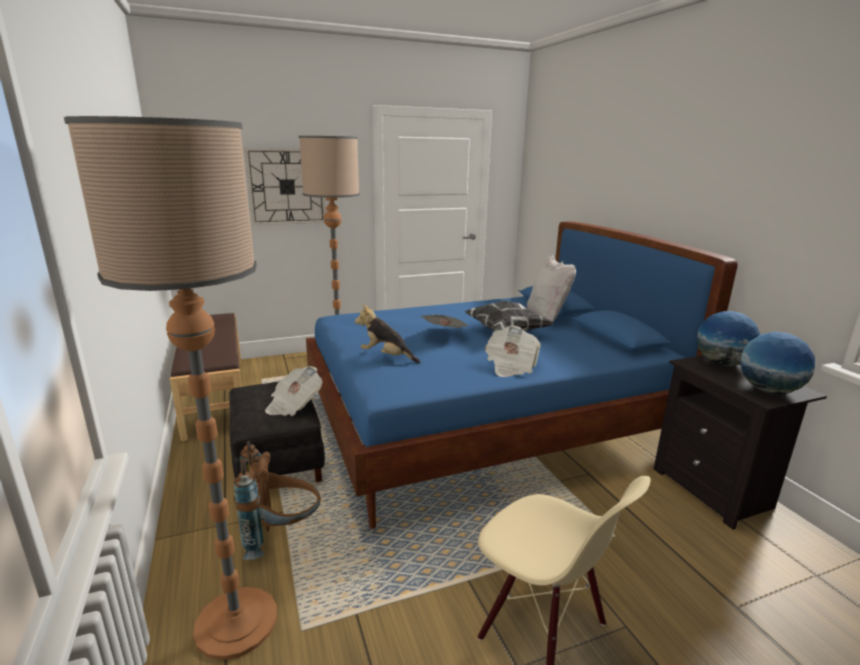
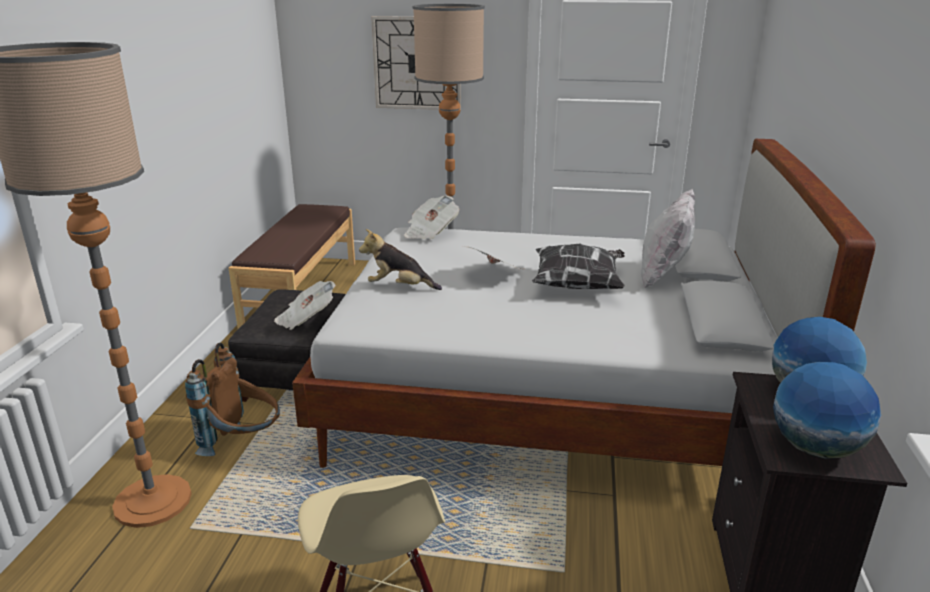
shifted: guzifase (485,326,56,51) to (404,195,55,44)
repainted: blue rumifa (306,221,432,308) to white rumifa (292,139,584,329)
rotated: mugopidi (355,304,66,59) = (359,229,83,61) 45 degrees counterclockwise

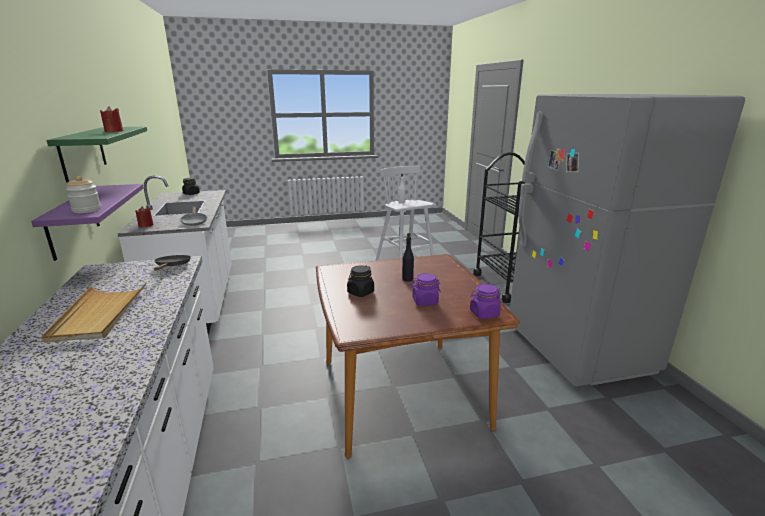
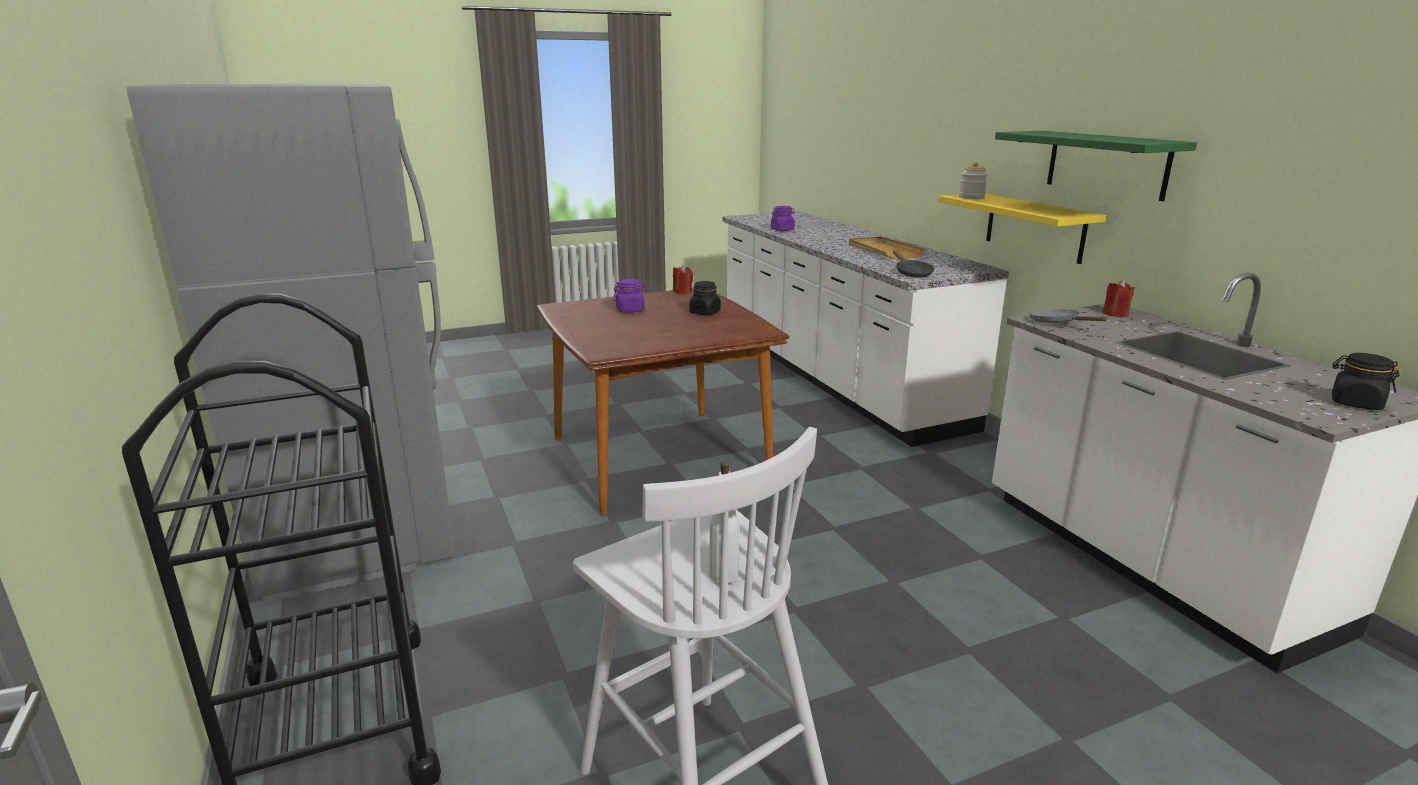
gone: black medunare (402,233,12,48)
shifted: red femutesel (100,106,23,26) to (673,265,20,29); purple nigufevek (470,284,31,35) to (771,206,24,25)
repainted: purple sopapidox (31,184,112,77) to yellow sopapidox (938,194,168,70)

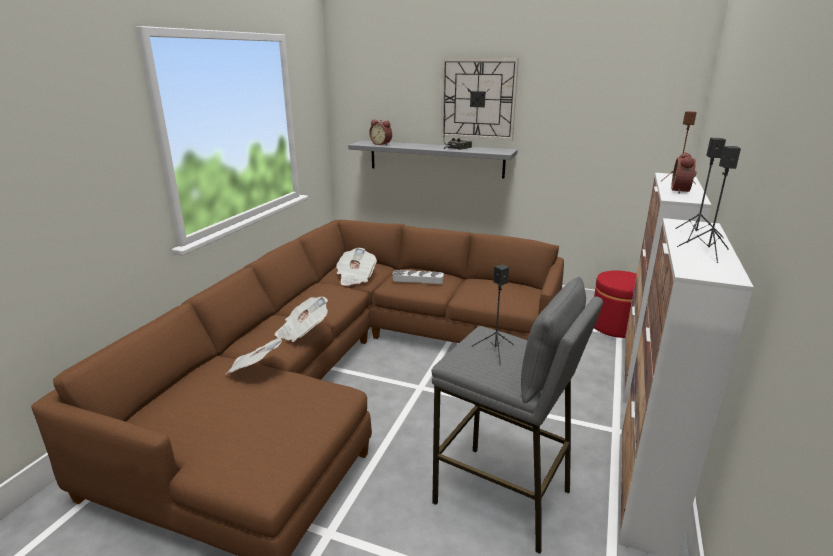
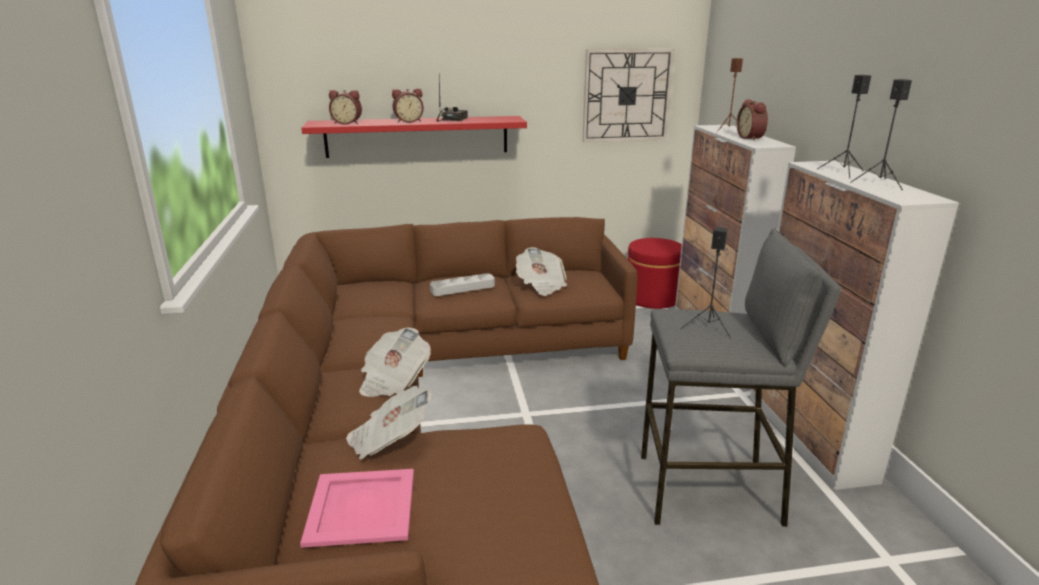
new: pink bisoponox (300,469,114,79); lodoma (392,89,32,34)
shifted: guzifase (336,248,41,38) to (516,247,51,49); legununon (441,58,78,82) to (583,49,91,93)
repainted: grey sopapidox (348,140,170,38) to red sopapidox (301,116,226,42)

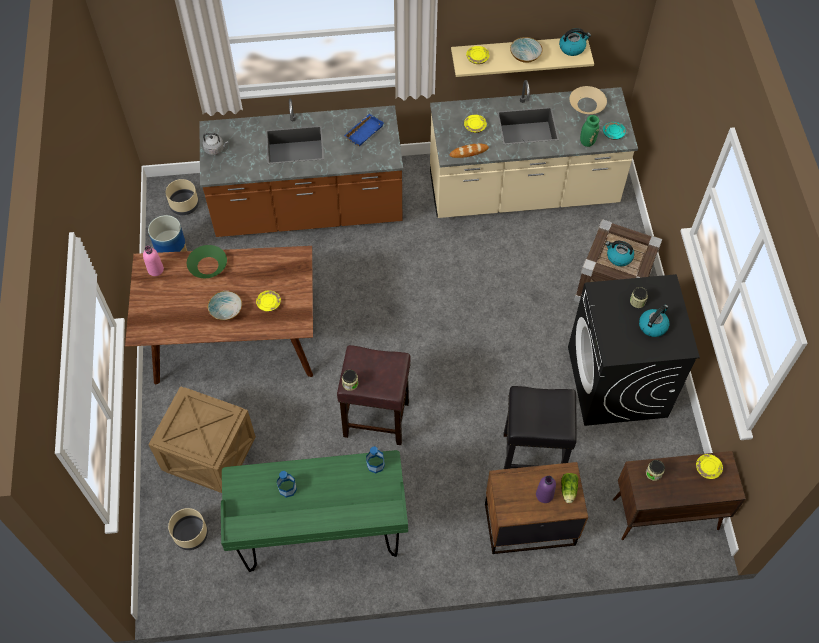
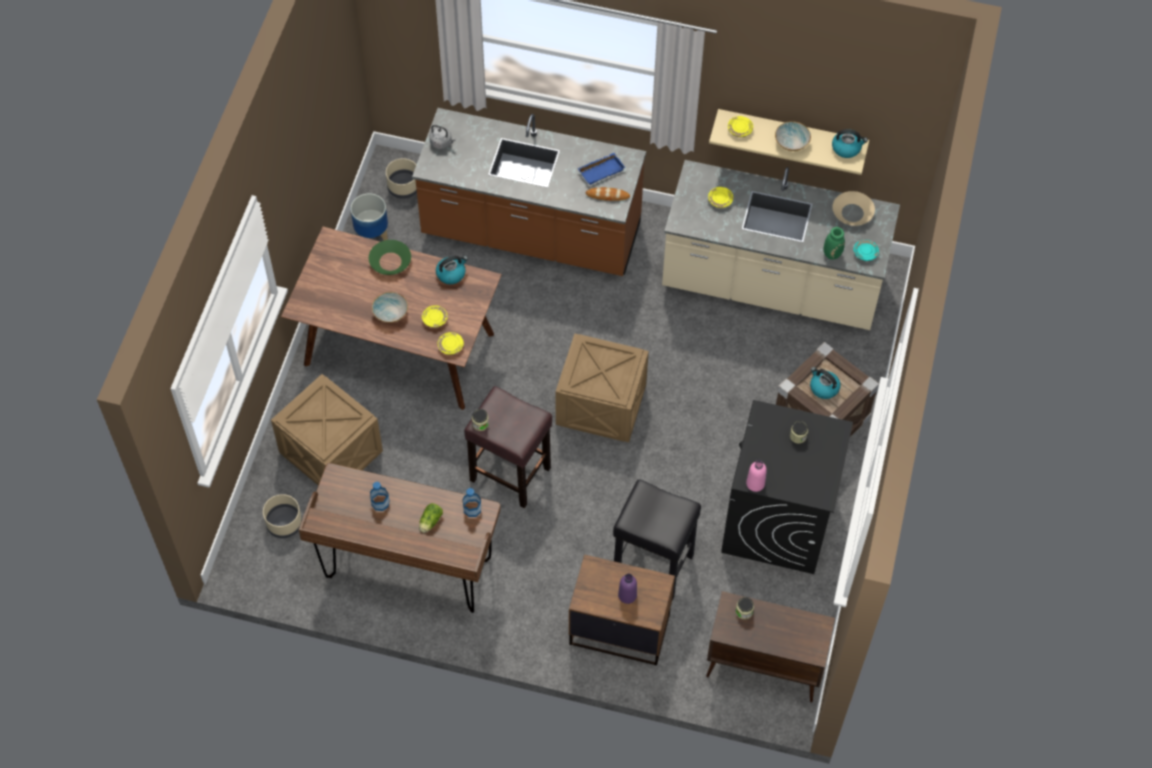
new: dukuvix (556,333,93,109)
shifted: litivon (561,473,18,30) to (419,503,24,30); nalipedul (639,304,30,33) to (436,256,32,28); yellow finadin (696,454,27,25) to (437,332,27,23); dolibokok (449,143,40,15) to (585,187,45,14); pink medunare (143,246,21,30) to (746,460,21,32)
repainted: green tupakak (221,450,187,122) to brown tupakak (299,463,202,150)

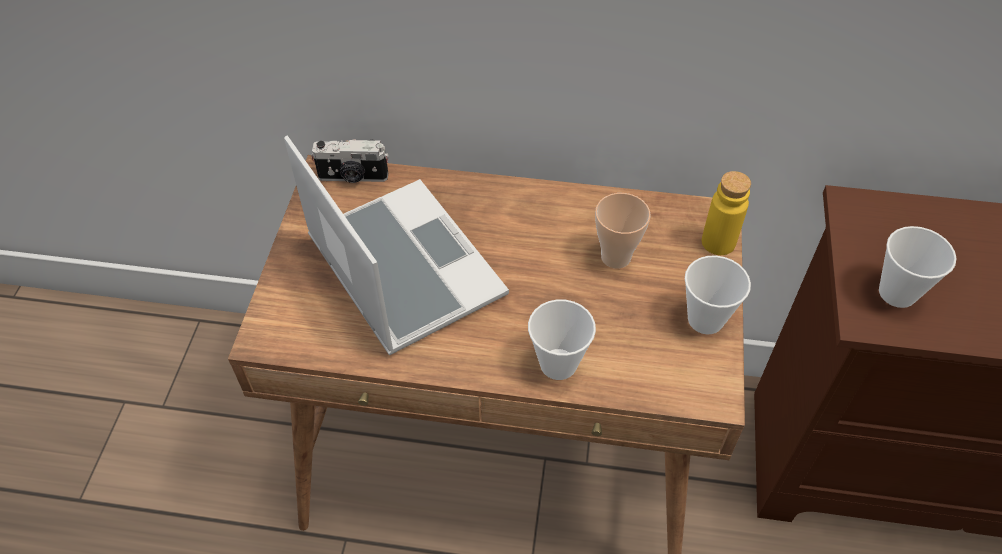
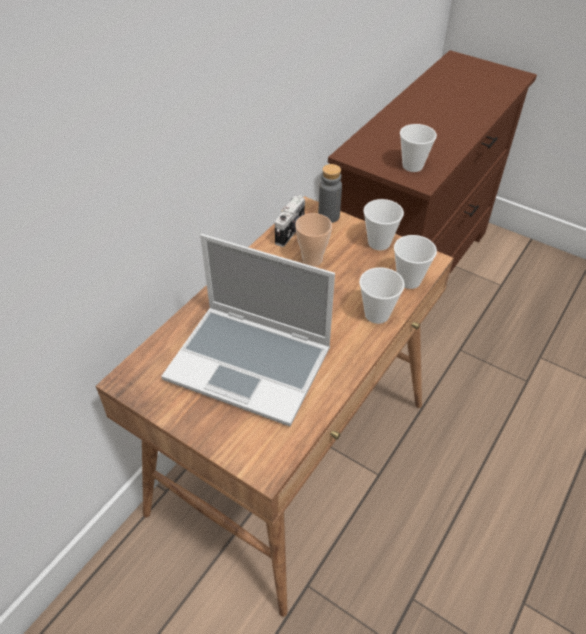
new: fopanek (394,235,43,54)
shifted: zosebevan (311,139,77,44) to (275,195,30,52)
repainted: yellow medunare (702,171,49,84) to grey medunare (318,164,24,59)
rotated: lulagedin (284,135,225,221) = (161,234,174,192) 150 degrees counterclockwise

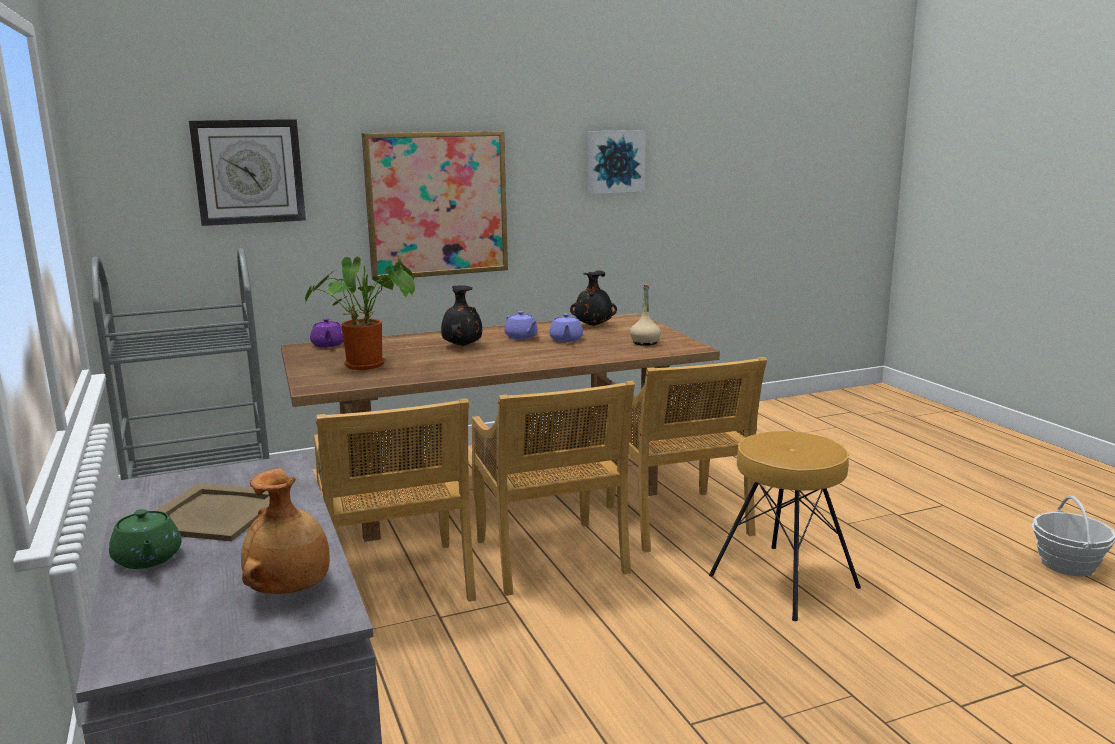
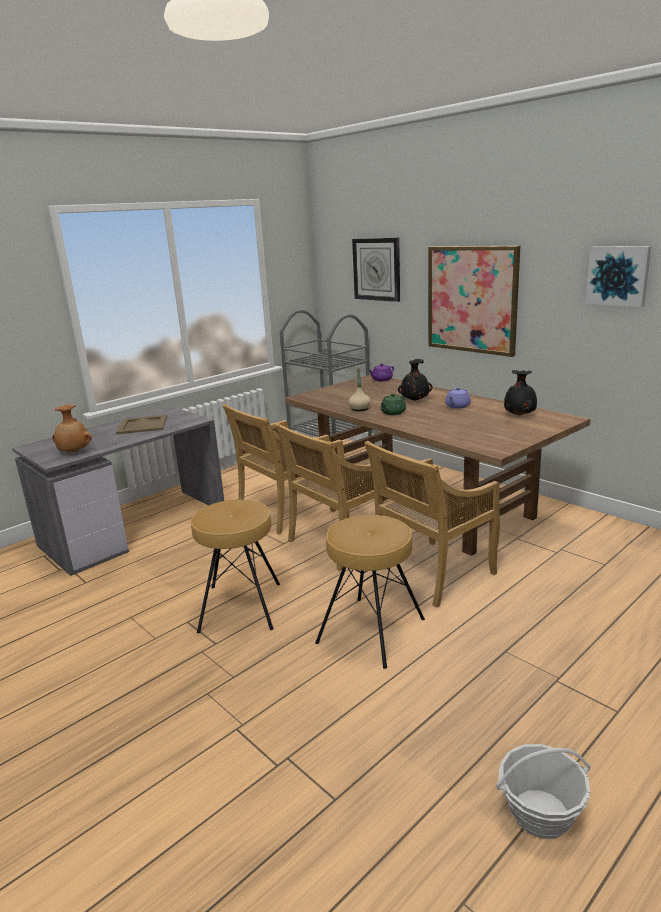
gone: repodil (305,257,110,113); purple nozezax (549,313,34,29)
new: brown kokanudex (191,499,89,134)
shifted: beige medunare (630,284,31,62) to (349,368,22,43); green nozezax (109,509,73,60) to (381,394,25,21)

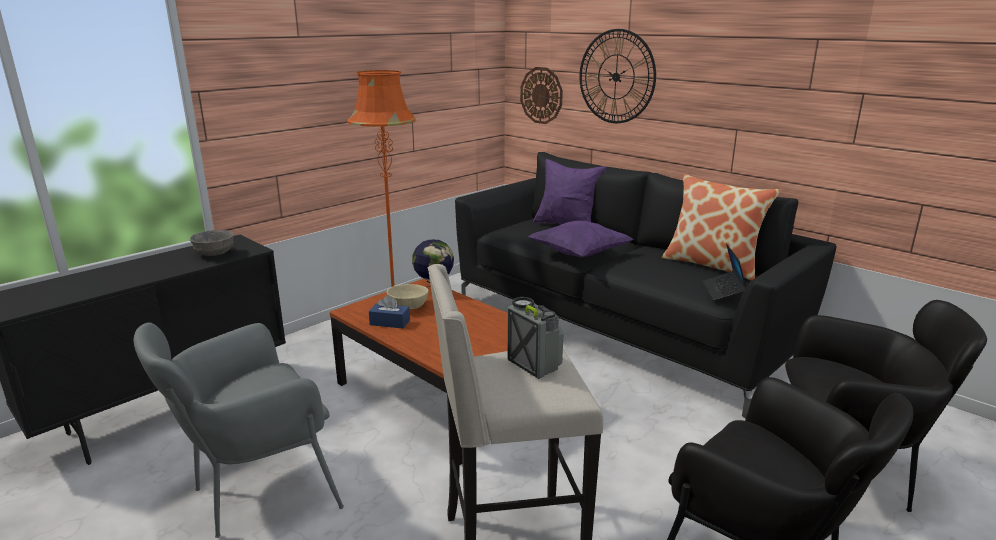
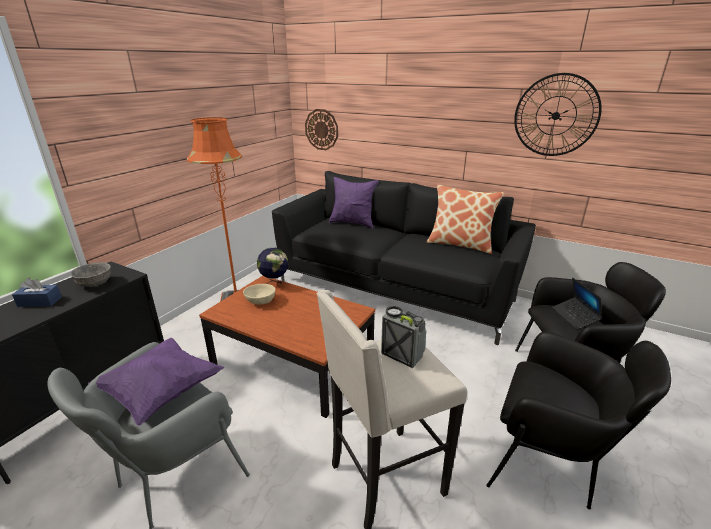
shifted: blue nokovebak (369,295,41,34) to (12,278,50,29); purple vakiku (528,221,106,37) to (88,338,136,88); legununon (579,29,77,94) to (514,73,88,83); lulagedin (703,243,43,58) to (552,278,50,51)

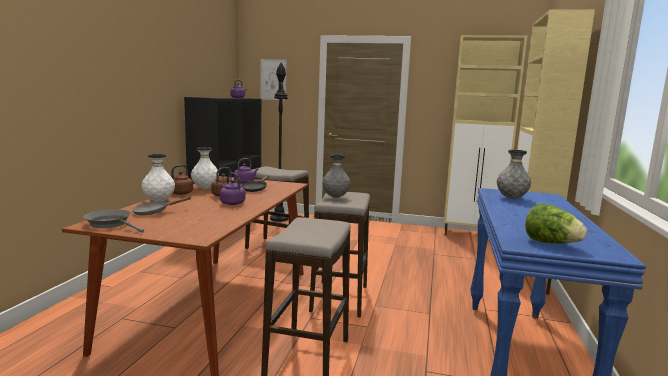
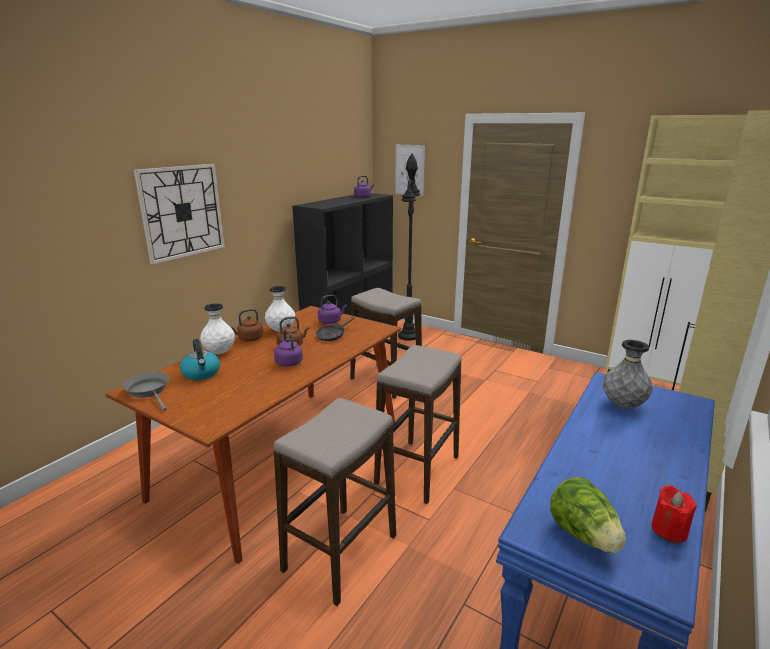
gone: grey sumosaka (322,154,28,44)
new: legununon (134,164,91,100); red femutesel (651,485,46,58)
swapped: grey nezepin (132,197,59,19) to nalipedul (180,339,40,41)

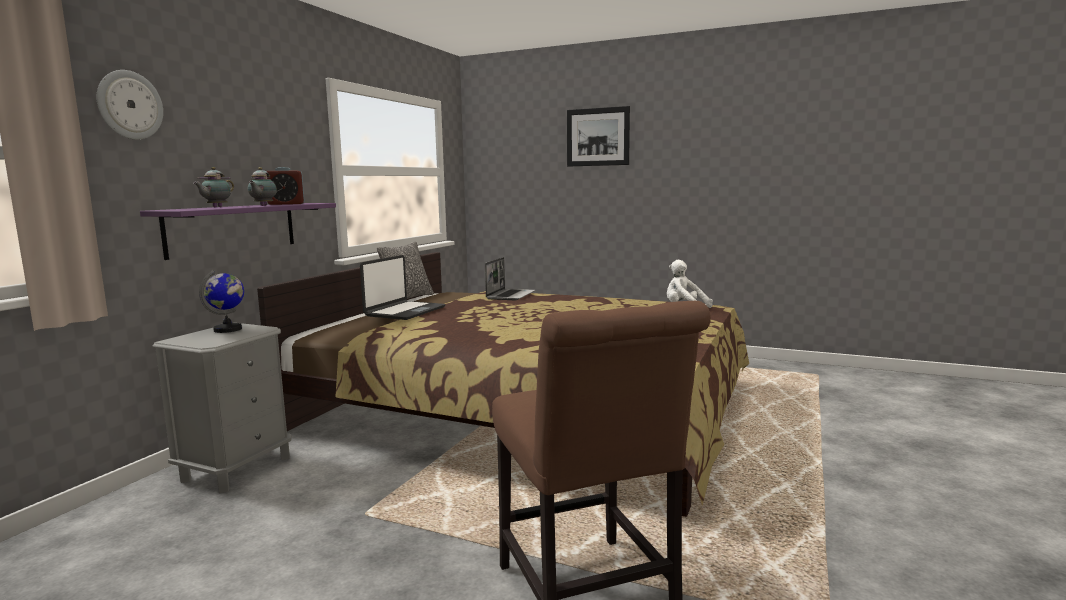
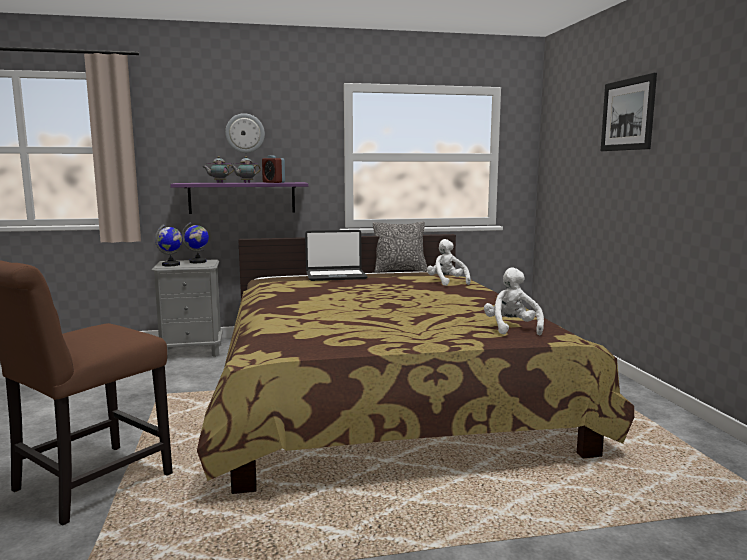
new: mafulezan (155,224,27,42)
shifted: legununon (97,70,66,70) to (225,113,40,40)
swapped: lulagedin (485,257,51,43) to white mugopidi (427,239,44,47)

